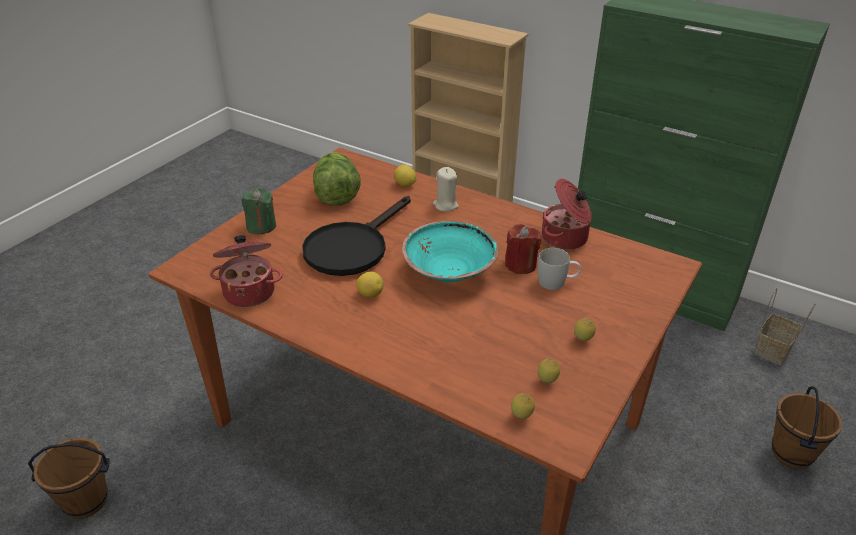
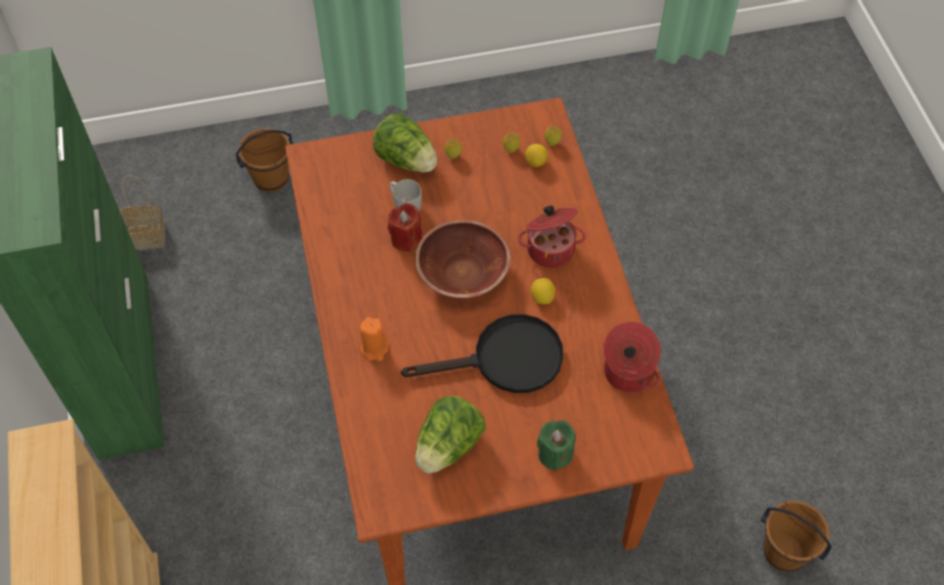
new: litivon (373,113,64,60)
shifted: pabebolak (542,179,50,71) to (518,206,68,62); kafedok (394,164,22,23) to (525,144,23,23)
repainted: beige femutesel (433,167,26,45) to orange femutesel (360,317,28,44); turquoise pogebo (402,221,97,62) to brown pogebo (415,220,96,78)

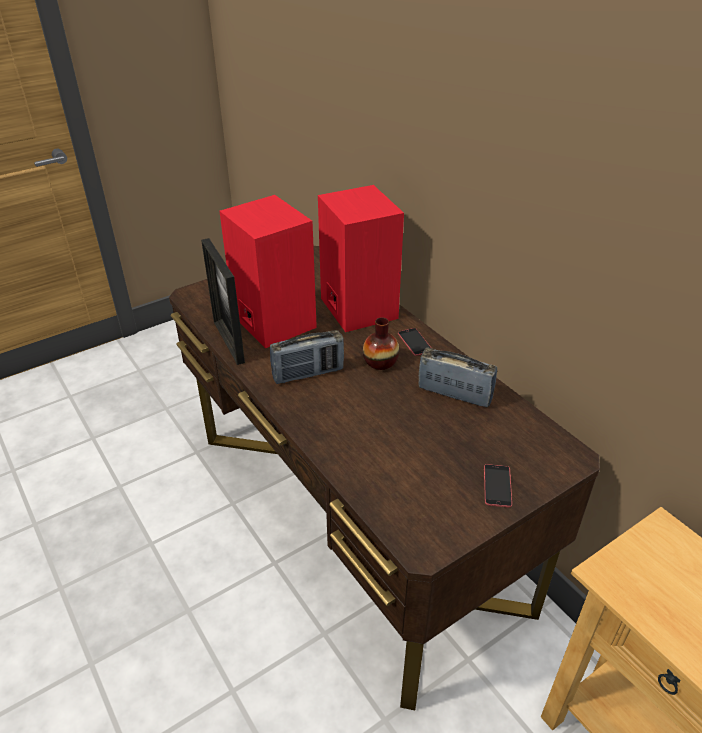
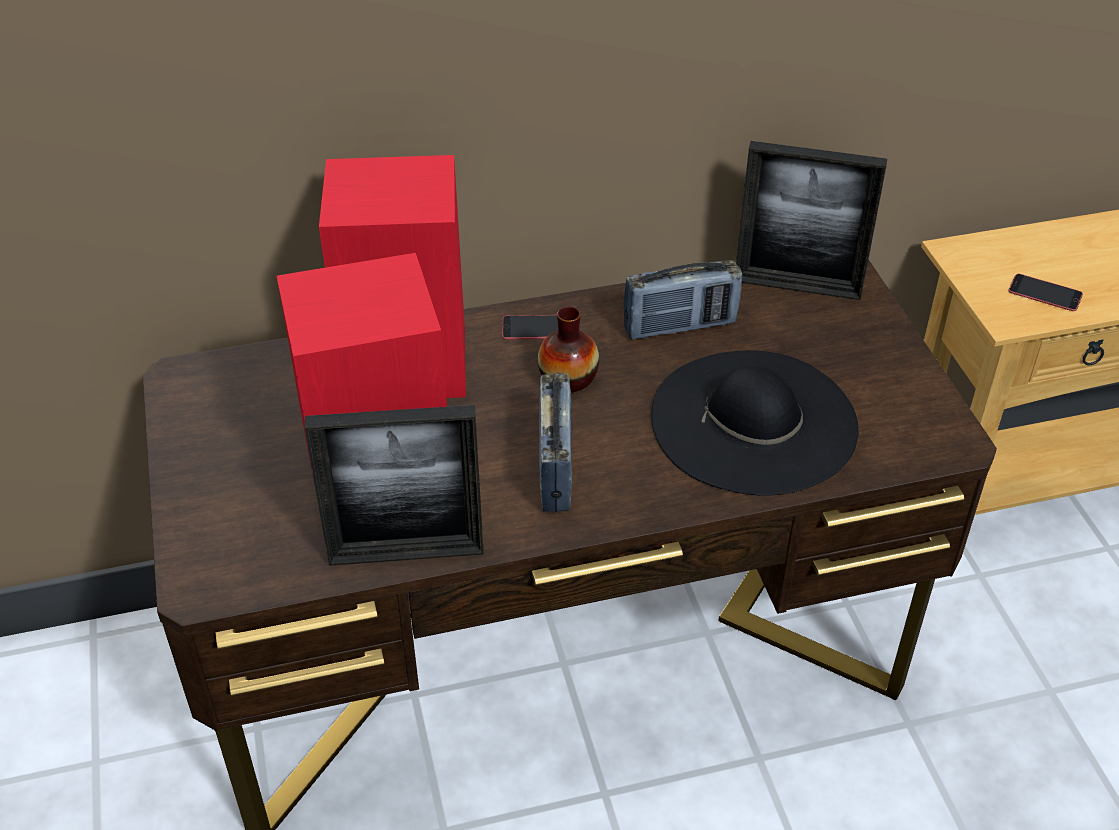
new: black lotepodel (651,350,208,146); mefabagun (736,141,151,159)
shifted: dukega (484,464,28,43) to (1009,274,74,37)
rotated: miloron (419,347,78,61) = (623,260,119,79) 150 degrees counterclockwise

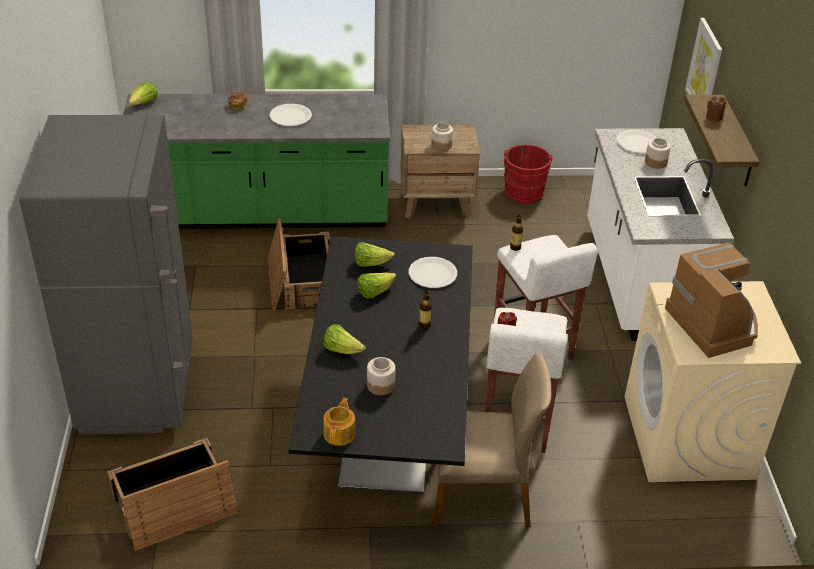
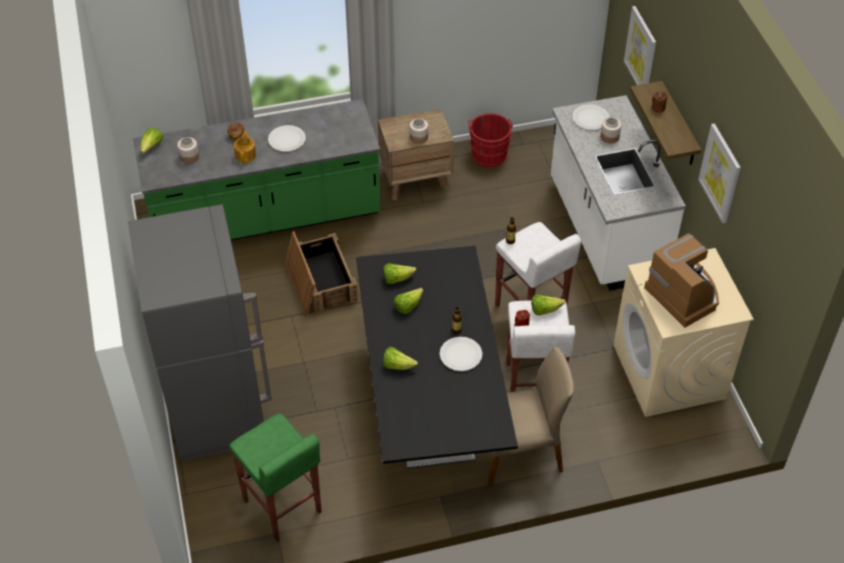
new: litivon (531,294,34,21); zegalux (698,123,43,100)
shifted: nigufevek (367,357,28,38) to (177,137,22,27); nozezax (323,398,32,48) to (234,131,22,32); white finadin (409,257,48,31) to (440,337,42,34)
swapped: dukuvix (107,438,132,113) to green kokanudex (229,413,93,129)

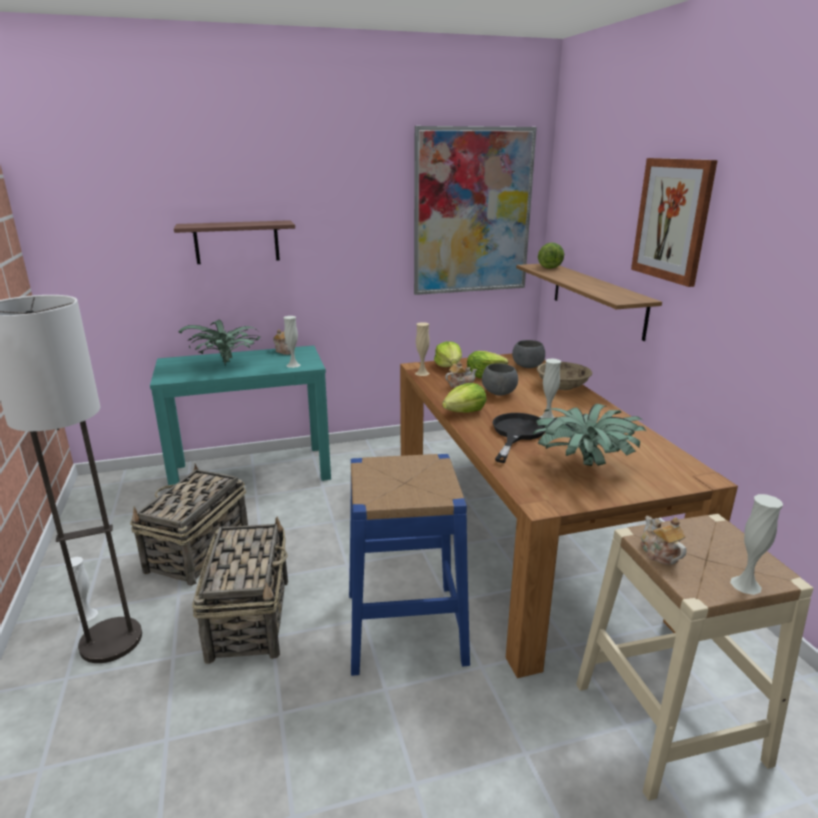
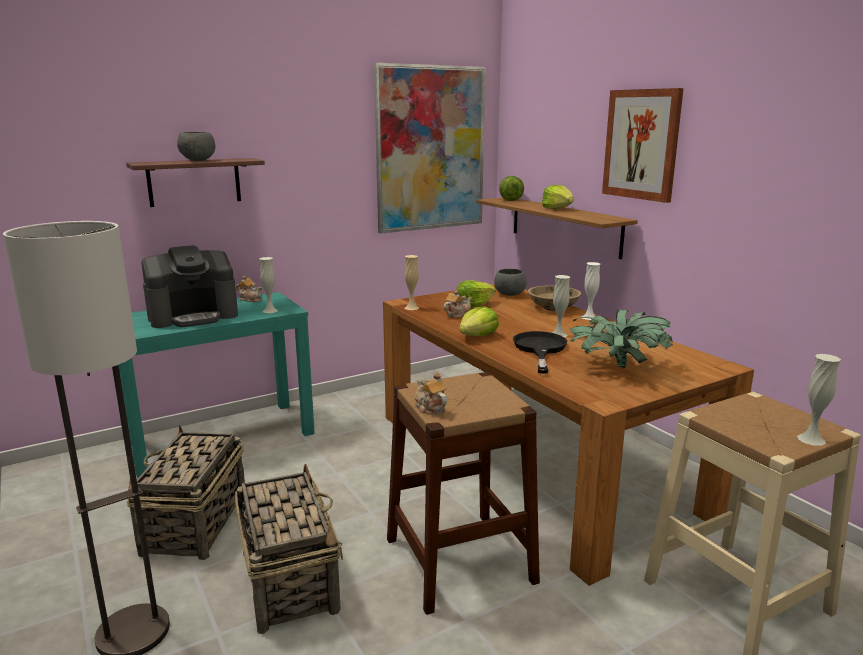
shifted: grey pogebo (482,363,36,32) to (177,132,38,29); nozezax (641,516,45,49) to (415,372,32,43); litivon (434,341,28,26) to (542,185,32,24); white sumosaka (65,557,33,64) to (582,262,19,58)
swapped: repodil (178,320,83,46) to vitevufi (141,245,97,83)
repainted: blue kokanudex (349,454,121,222) to brown kokanudex (387,372,153,243)

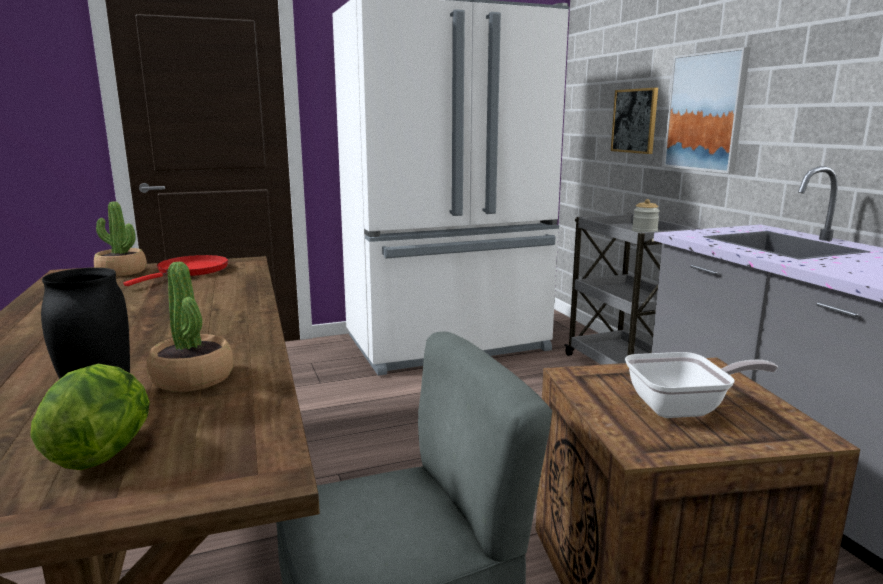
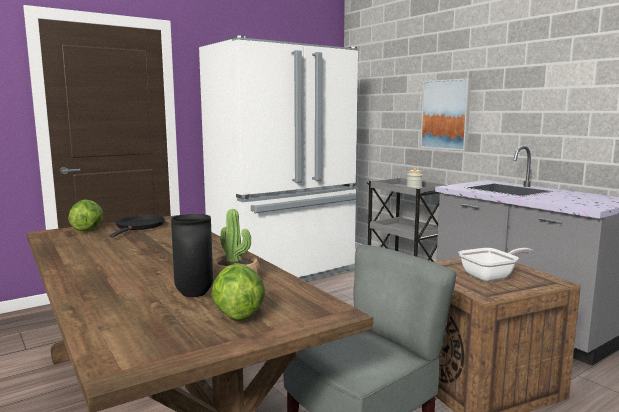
gone: zegalux (611,88,47,66)
swapped: repodil (94,201,53,76) to litivon (68,200,36,31)
repainted: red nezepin (123,255,105,31) to black nezepin (110,215,55,22)

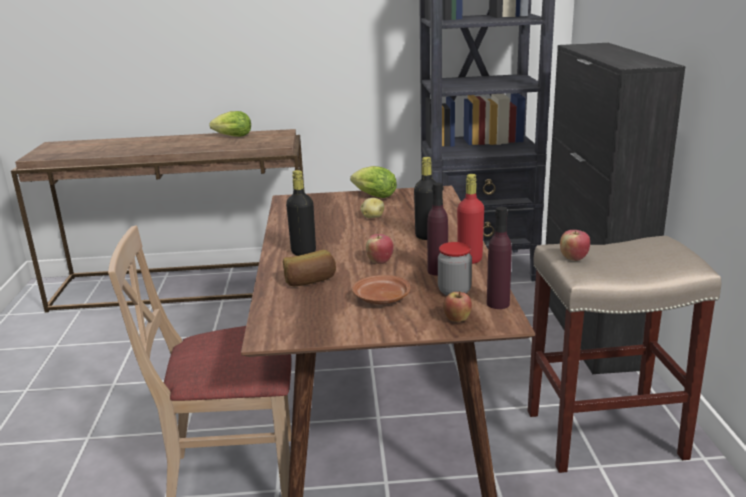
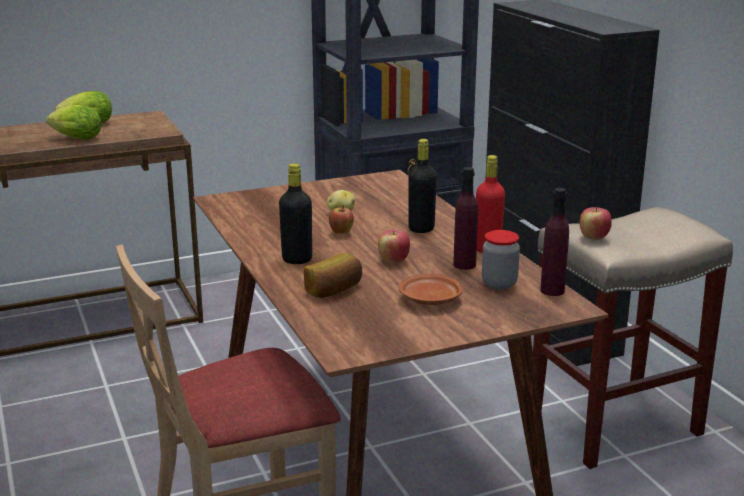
shifted: litivon (350,166,47,32) to (46,104,56,36); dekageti (443,291,29,31) to (329,205,25,29)

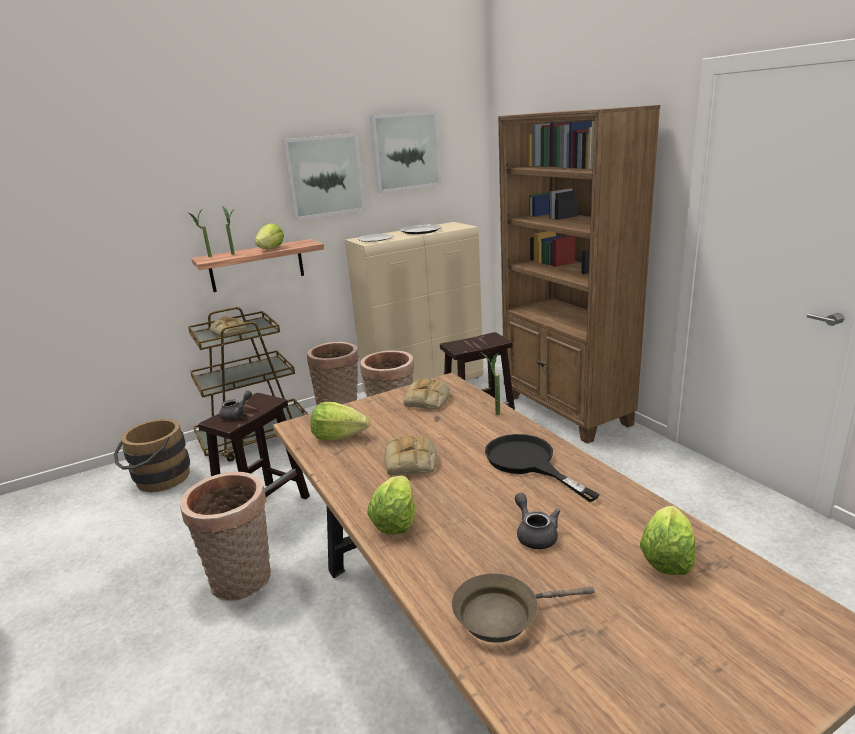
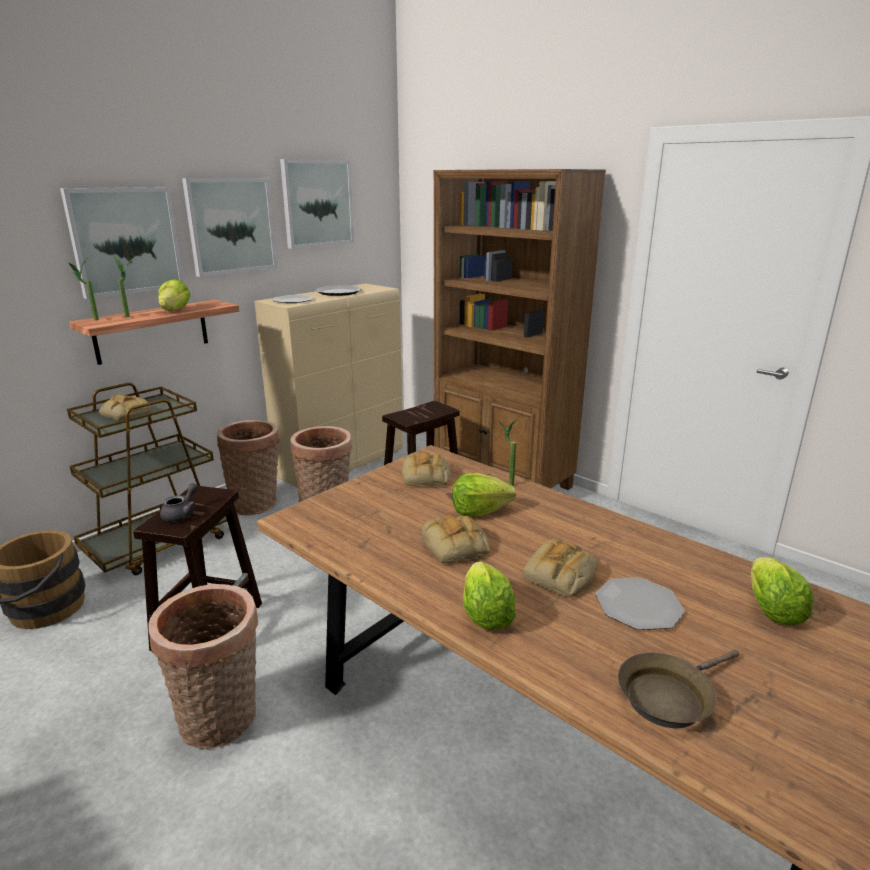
gone: black nezepin (485,434,115,68)
new: zegalux (60,187,124,112); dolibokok (522,539,76,58)
shifted: litivon (310,402,59,38) to (452,473,64,44)
swapped: grey nozezax (515,493,45,56) to finadin (596,578,89,52)

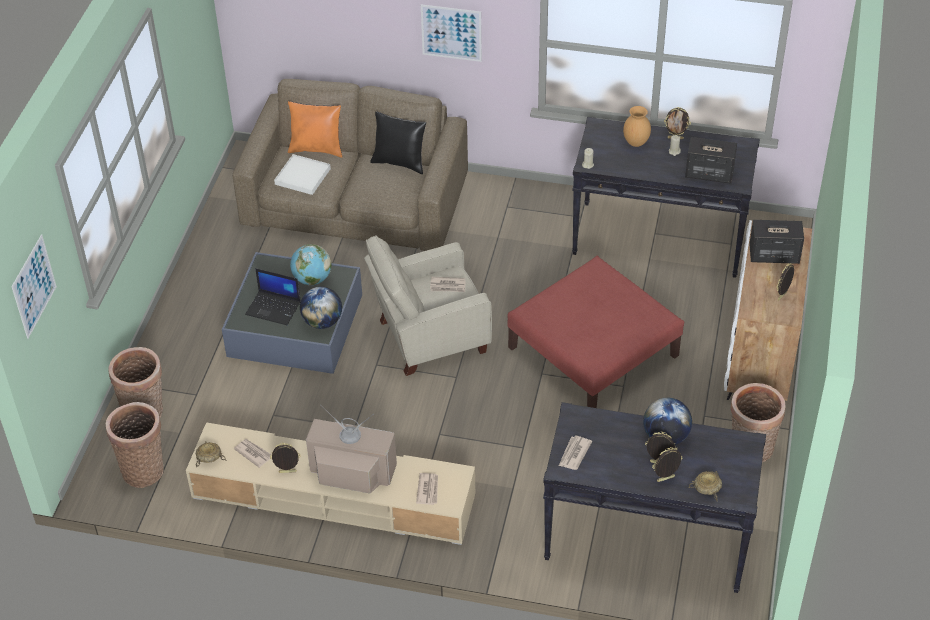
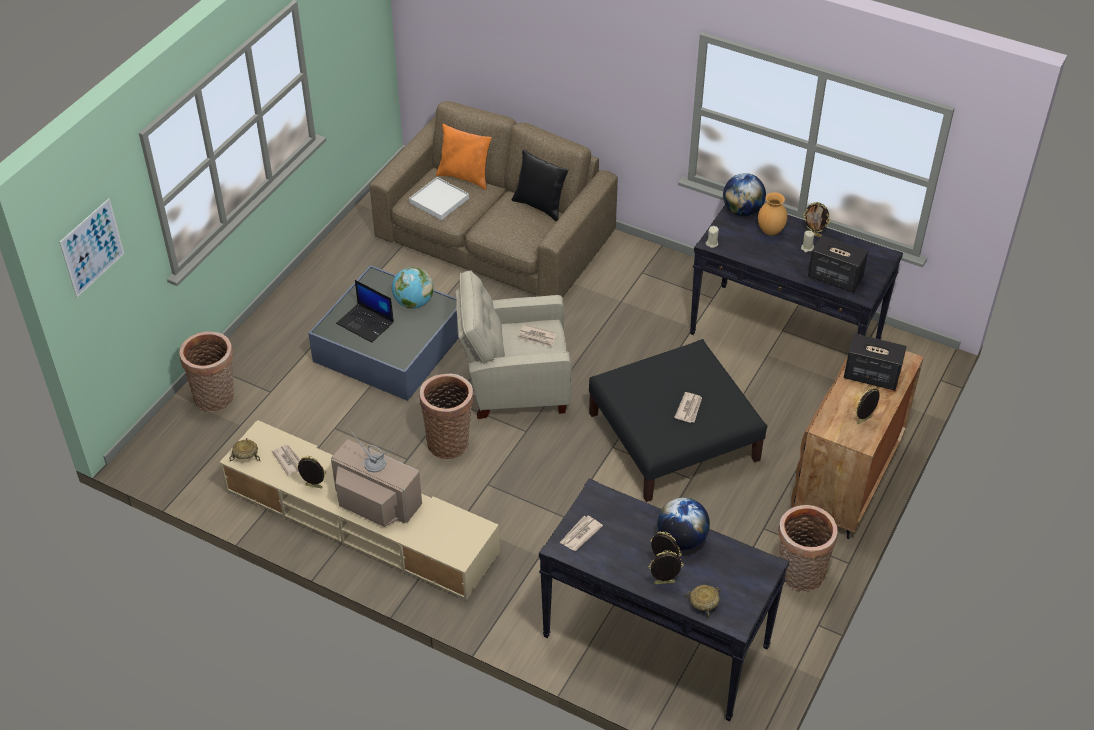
gone: zegalux (421,4,61,58)
shifted: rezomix (106,402,58,86) to (420,374,53,85); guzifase (416,473,22,32) to (674,392,28,31); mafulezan (300,287,42,42) to (723,173,43,43)
repainted: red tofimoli (507,256,177,152) to black tofimoli (589,339,178,163); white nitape (724,220,88,181) to brown nitape (791,334,133,205)

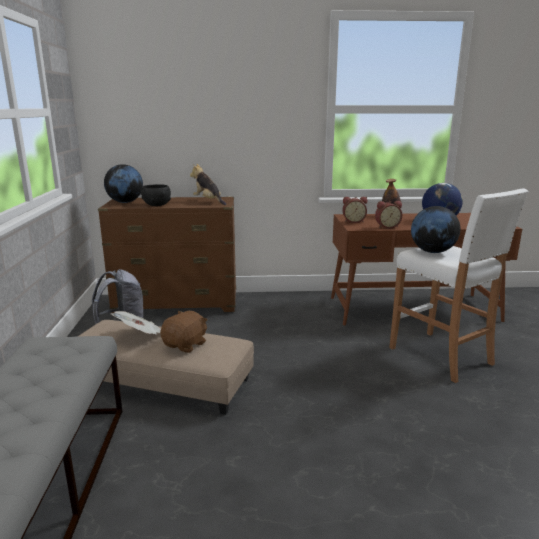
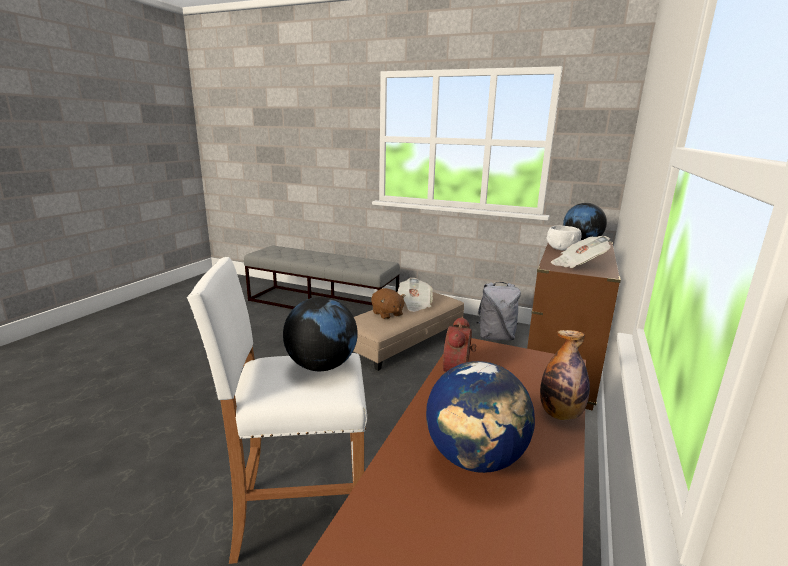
gone: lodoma (342,197,26,26)
swapped: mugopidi (190,164,36,41) to guzifase (551,236,60,32)
repainted: black pogebo (141,184,30,22) to white pogebo (547,226,35,25)

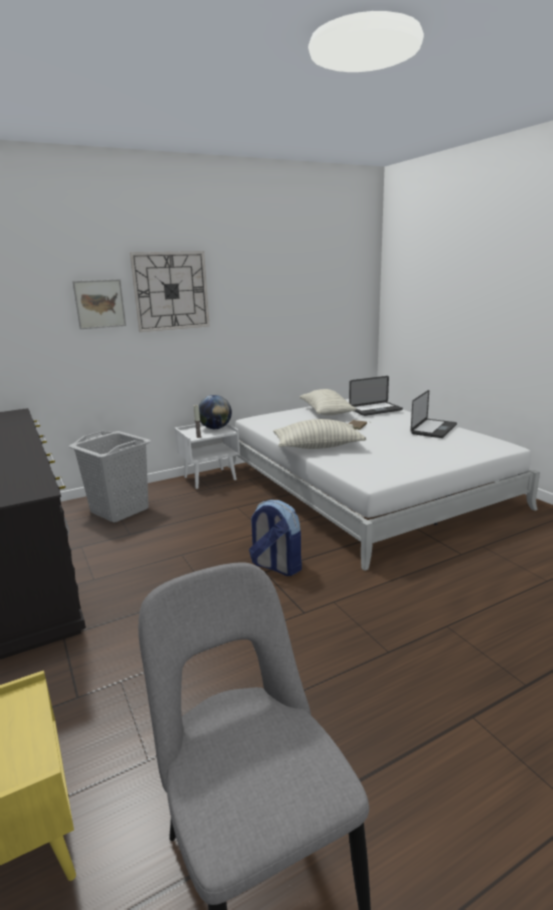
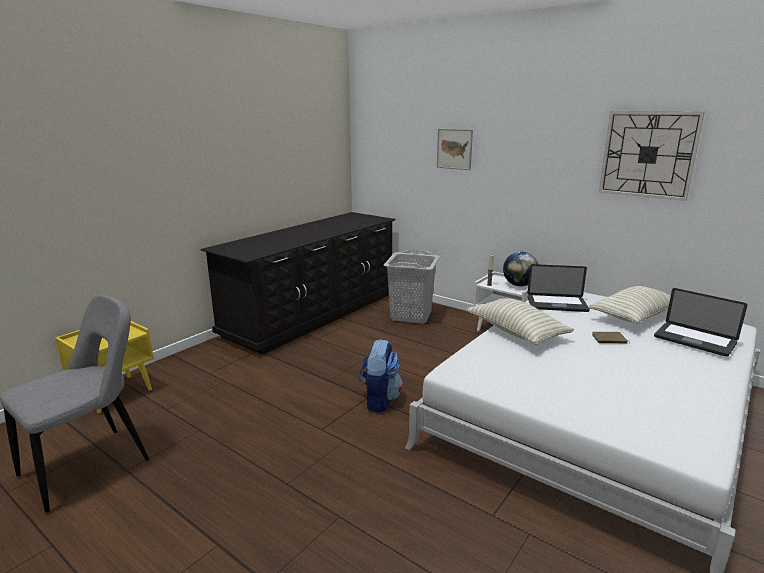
shifted: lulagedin (411,390,46,48) to (527,264,63,48); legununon (130,251,80,81) to (599,111,106,90)

